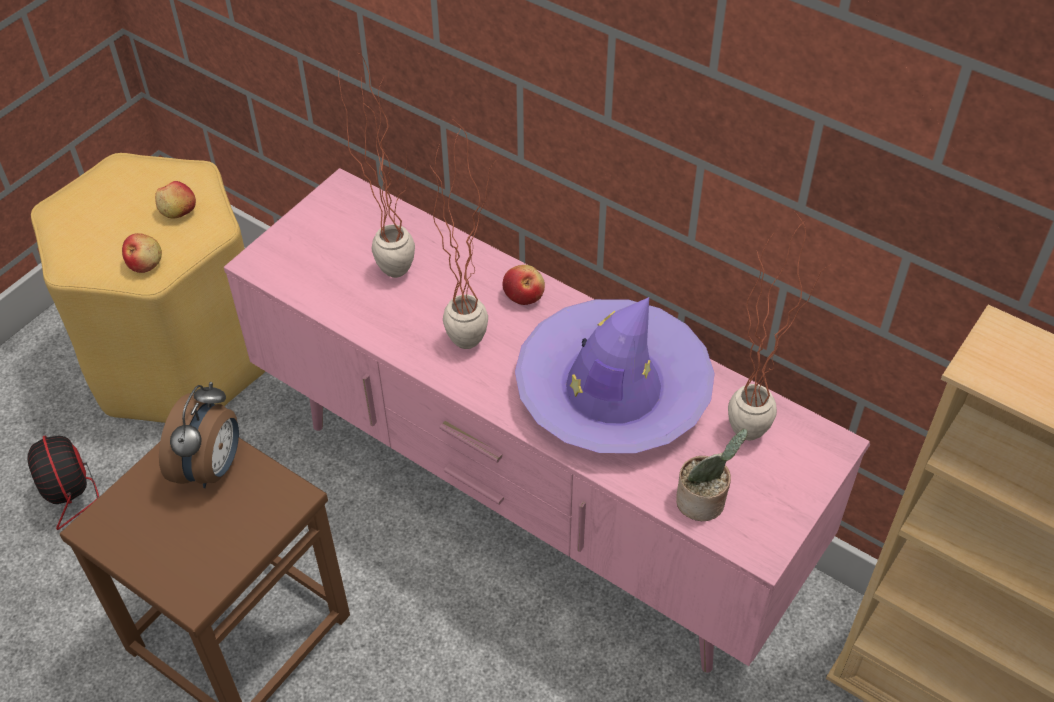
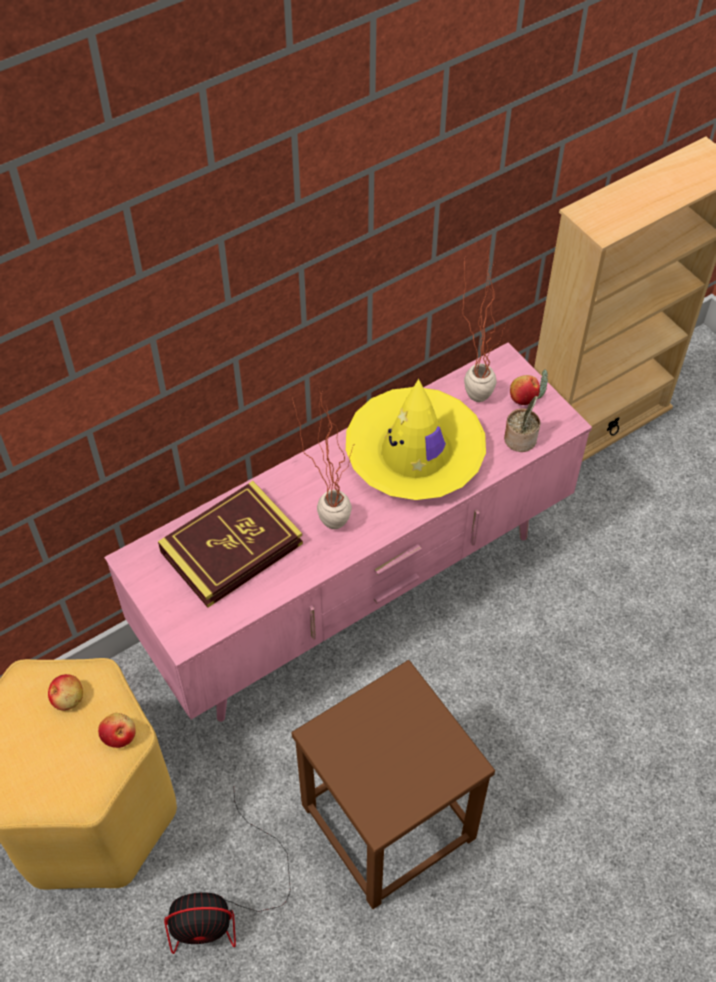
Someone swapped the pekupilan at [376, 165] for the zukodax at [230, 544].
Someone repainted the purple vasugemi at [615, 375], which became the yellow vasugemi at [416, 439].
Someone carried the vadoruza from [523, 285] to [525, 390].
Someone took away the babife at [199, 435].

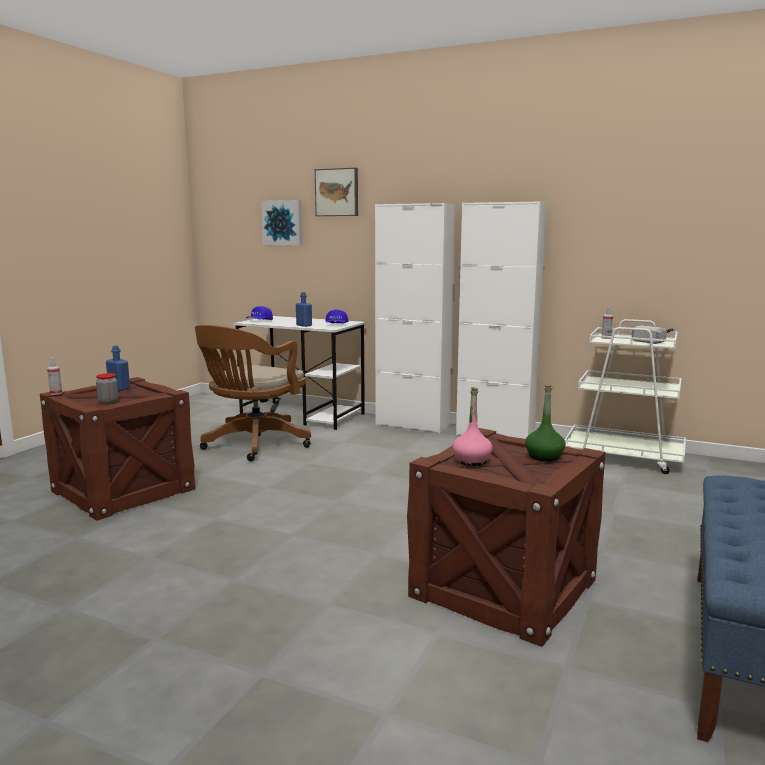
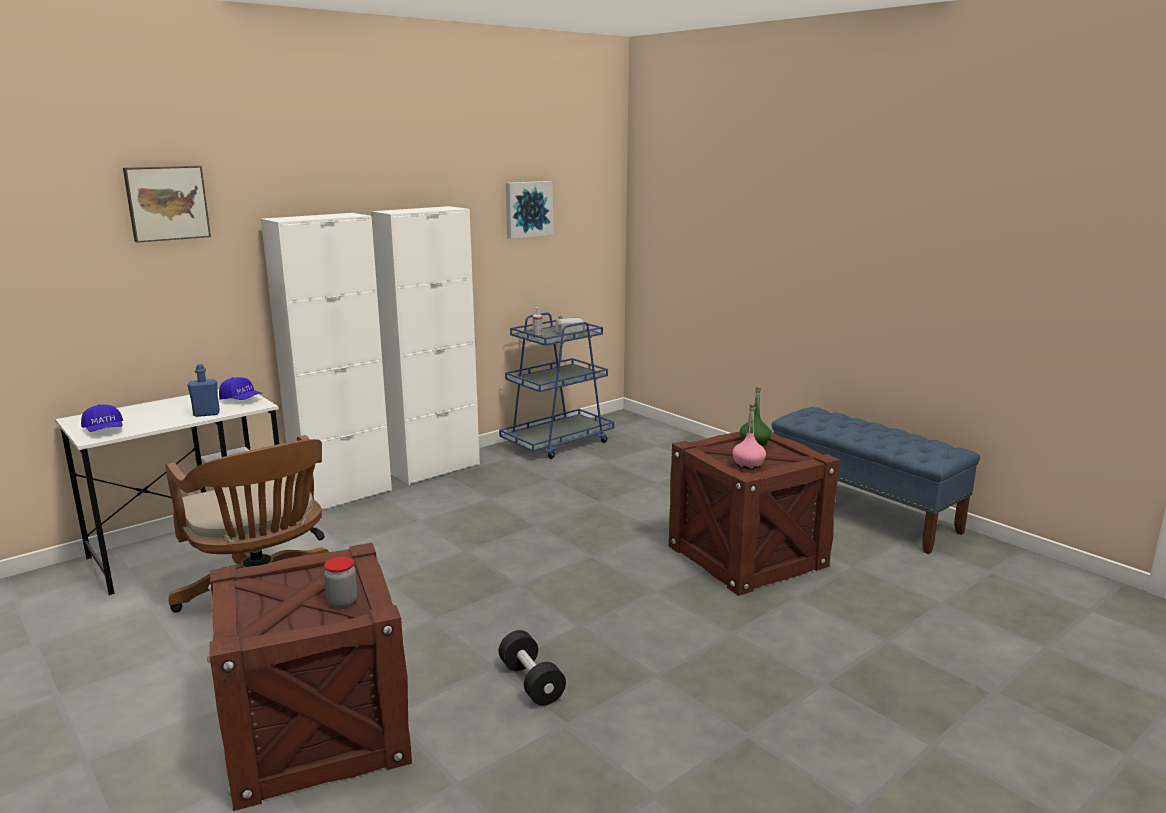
Someone repainted the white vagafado at [625, 396], which became the blue vagafado at [556, 385].
Someone put down the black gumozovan at [532, 668].
Someone carried the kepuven from [281, 223] to [529, 210].
Someone took away the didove at [54, 376].
Someone took away the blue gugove at [118, 368].

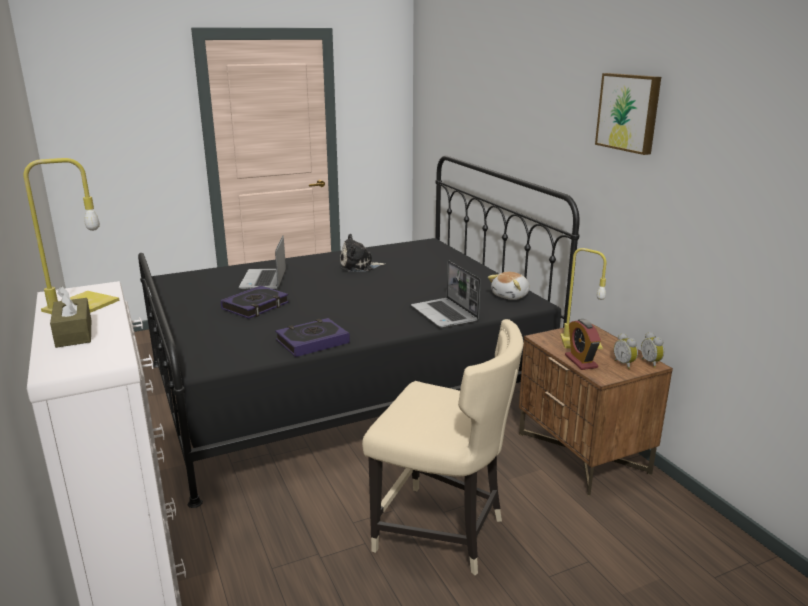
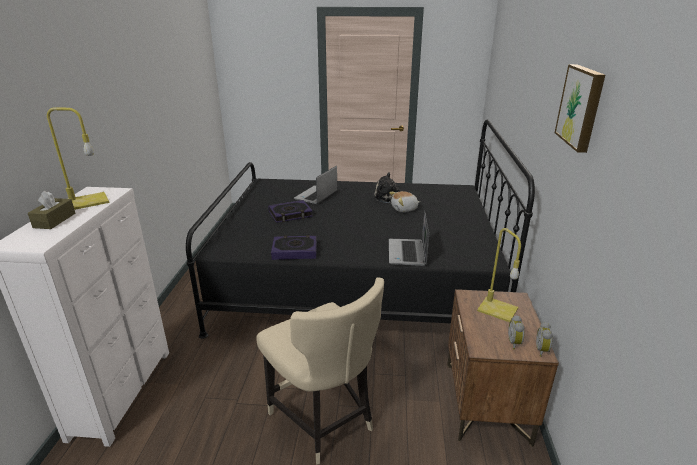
Someone carried the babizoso from [509, 286] to [404, 201].
Someone took away the babife at [583, 344].

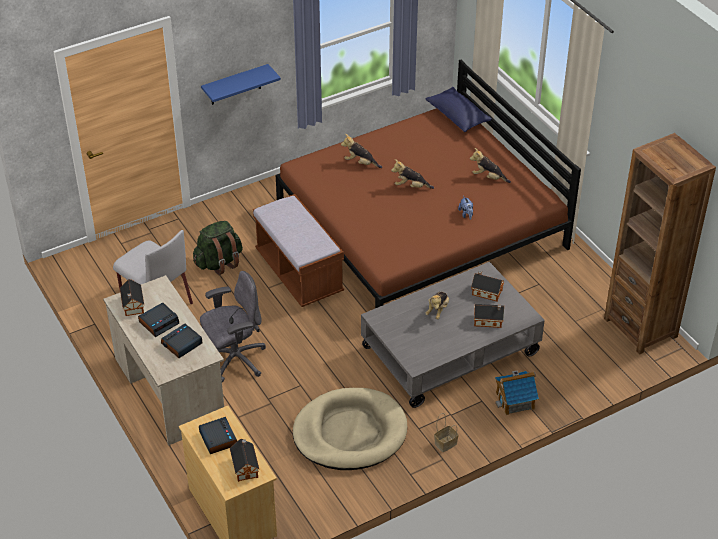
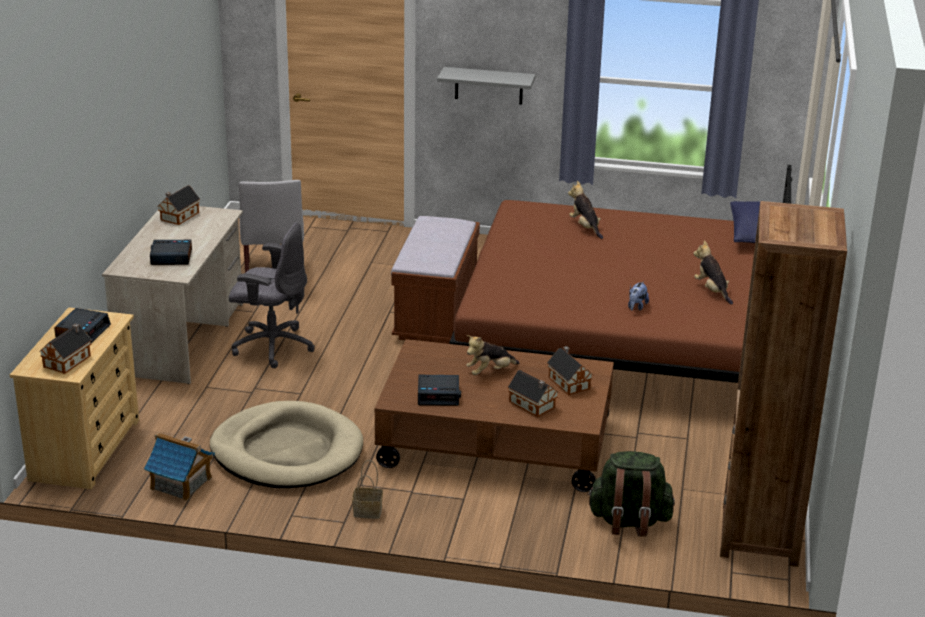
Someone carried the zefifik from [517, 393] to [179, 467].
Someone repainted the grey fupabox at [453, 335], which became the brown fupabox at [494, 415].
Someone carried the babife from [158, 319] to [439, 390].
Someone repainted the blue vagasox at [241, 84], which became the grey vagasox at [486, 86].
Someone carried the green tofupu from [218, 248] to [631, 494].
Someone took away the babizoso at [412, 174].

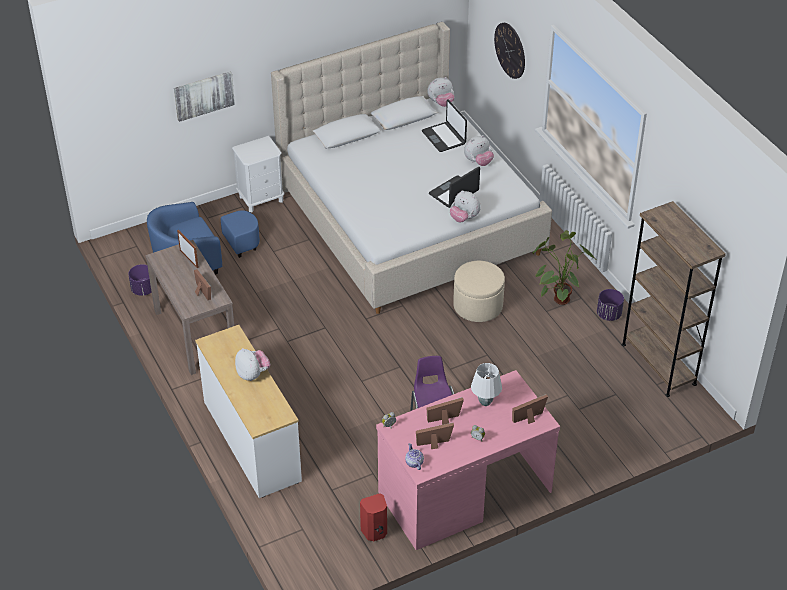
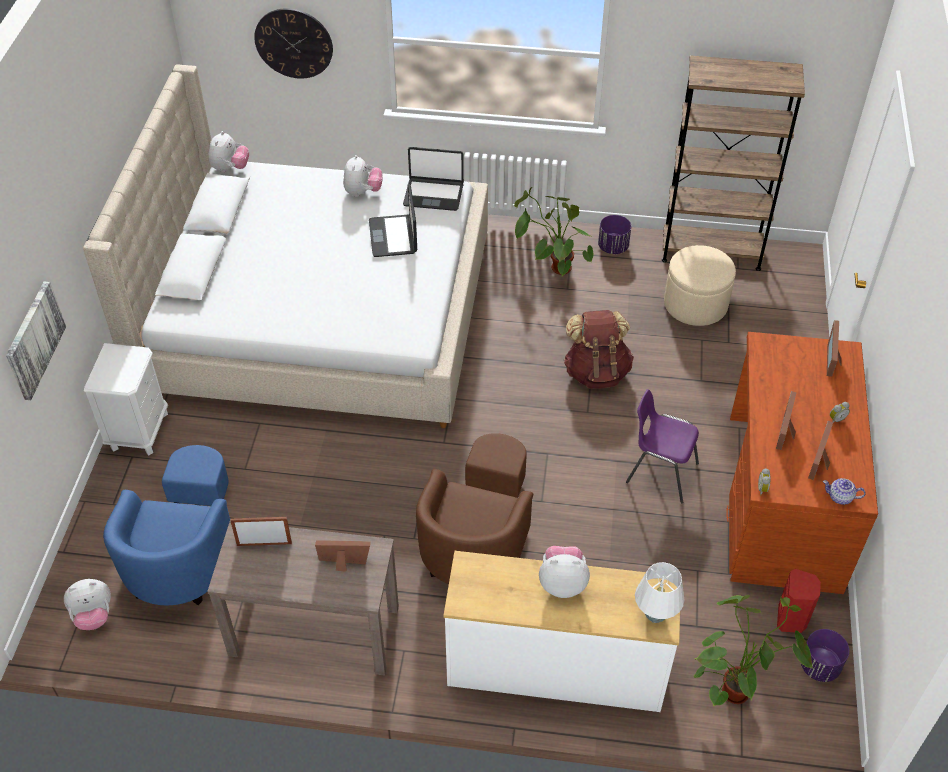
Someone carried the babizoso from [465, 206] to [87, 604].
Someone carried the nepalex from [444, 126] to [433, 179].
Someone put down the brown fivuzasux at [474, 508].
Someone put down the brown tofupu at [599, 349].
Someone carried the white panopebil from [486, 384] to [659, 592].
Someone carried the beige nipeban from [479, 291] to [700, 285].
Someone put down the pekupilan at [754, 650].
Someone repainted the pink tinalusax at [468, 460], which became the brown tinalusax at [802, 463].
Someone carried the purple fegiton from [140, 280] to [825, 655].

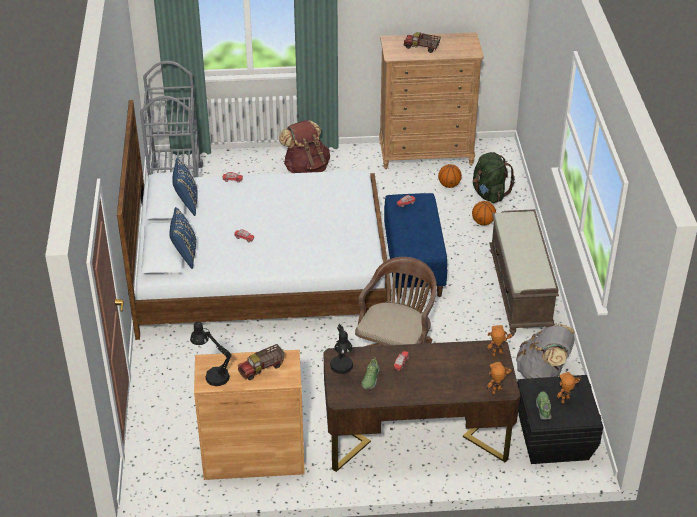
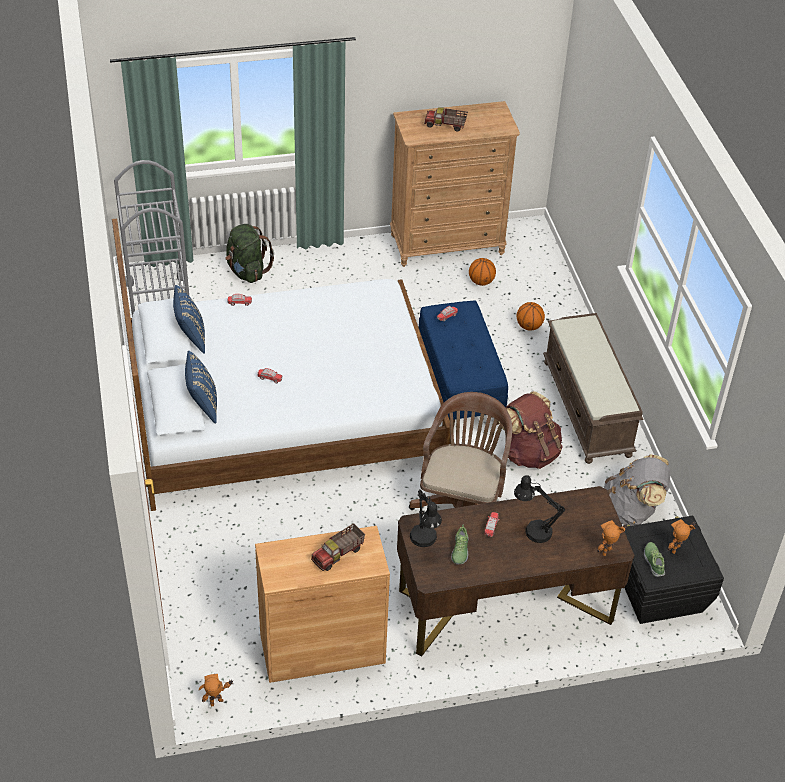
Someone carried the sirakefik from [501, 340] to [216, 690].
Someone carried the green tofupu from [494, 177] to [249, 253].
Someone carried the brown tofupu from [304, 146] to [530, 430].
Someone carried the black panopebil from [211, 354] to [539, 509].

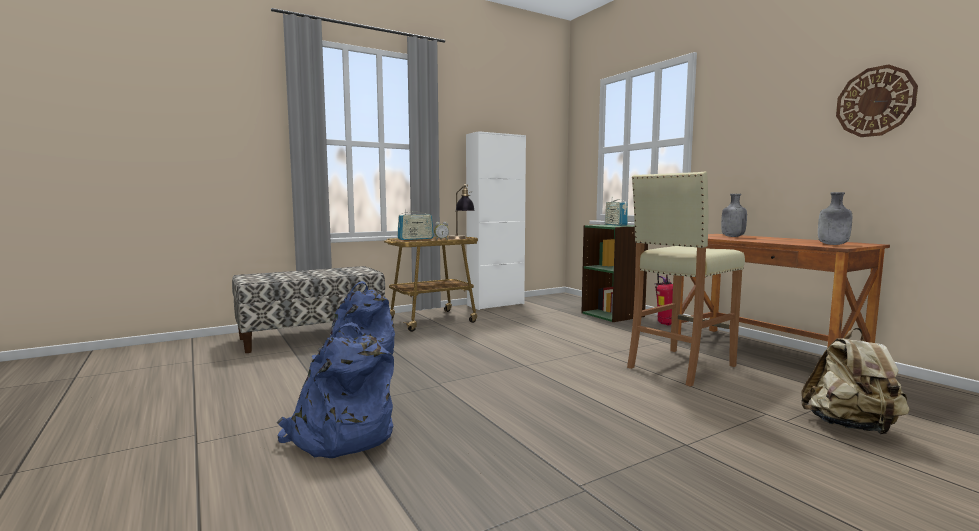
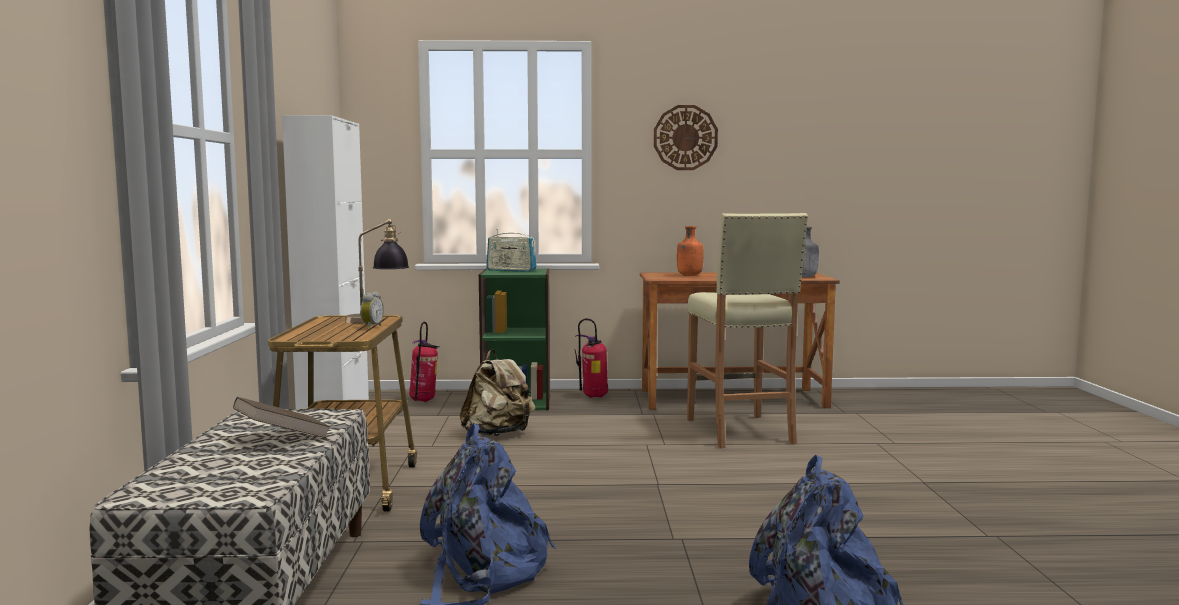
Someone put down the brown zukodax at [282, 417].
Someone put down the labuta at [424, 361].
Someone carried the beige tofupu from [856, 381] to [497, 392].
Someone carried the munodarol from [877, 100] to [686, 137].
Someone repainted the grey gugove at [734, 215], which became the orange gugove at [690, 251].
Someone took away the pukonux at [415, 224].

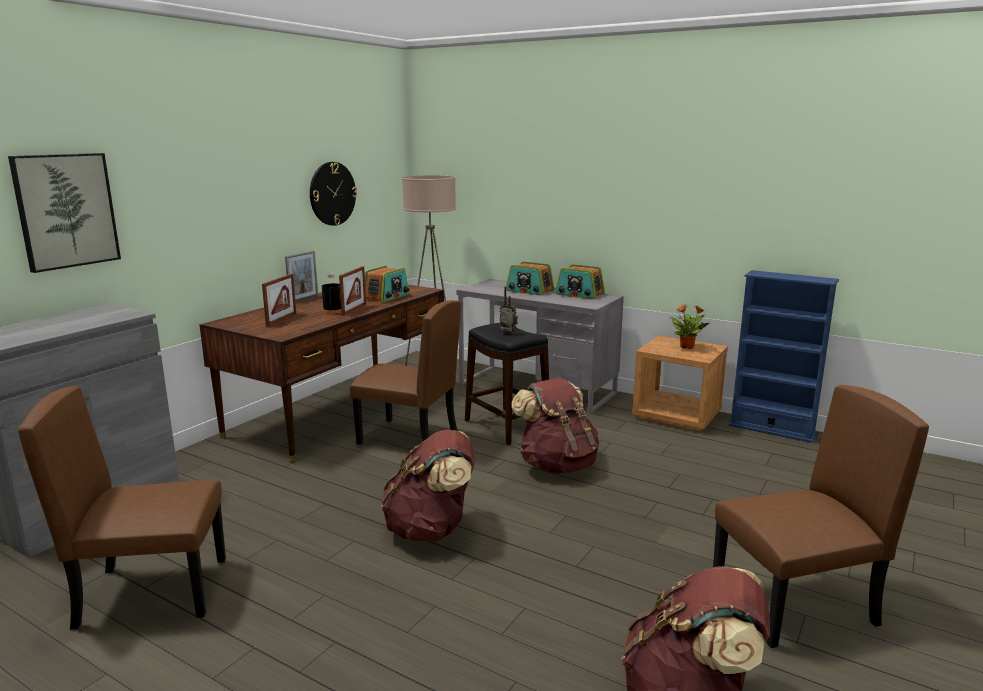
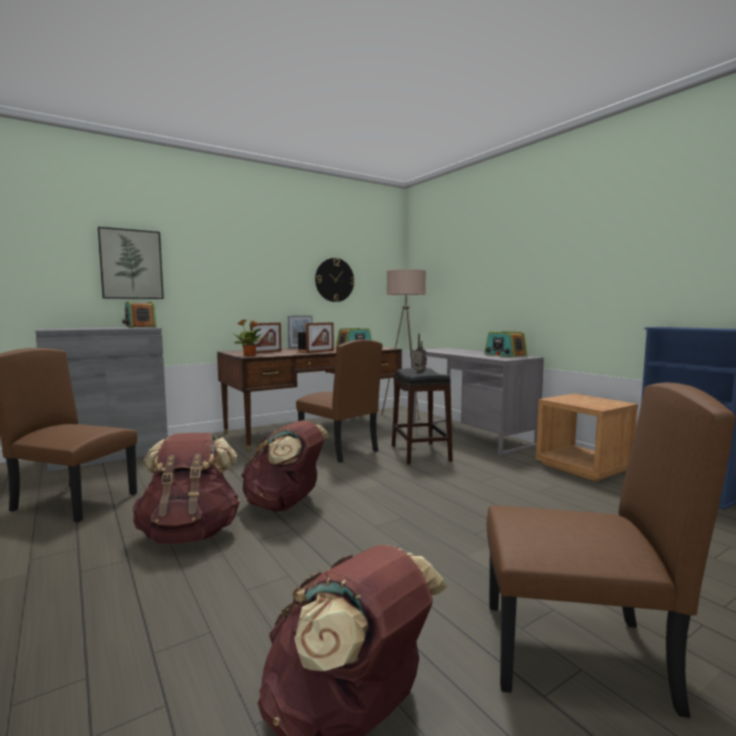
Someone carried the pukonux from [530, 278] to [139, 315].
Someone carried the brown tofupu from [555, 425] to [186, 488].
Someone carried the pekupilan from [689, 327] to [249, 337].

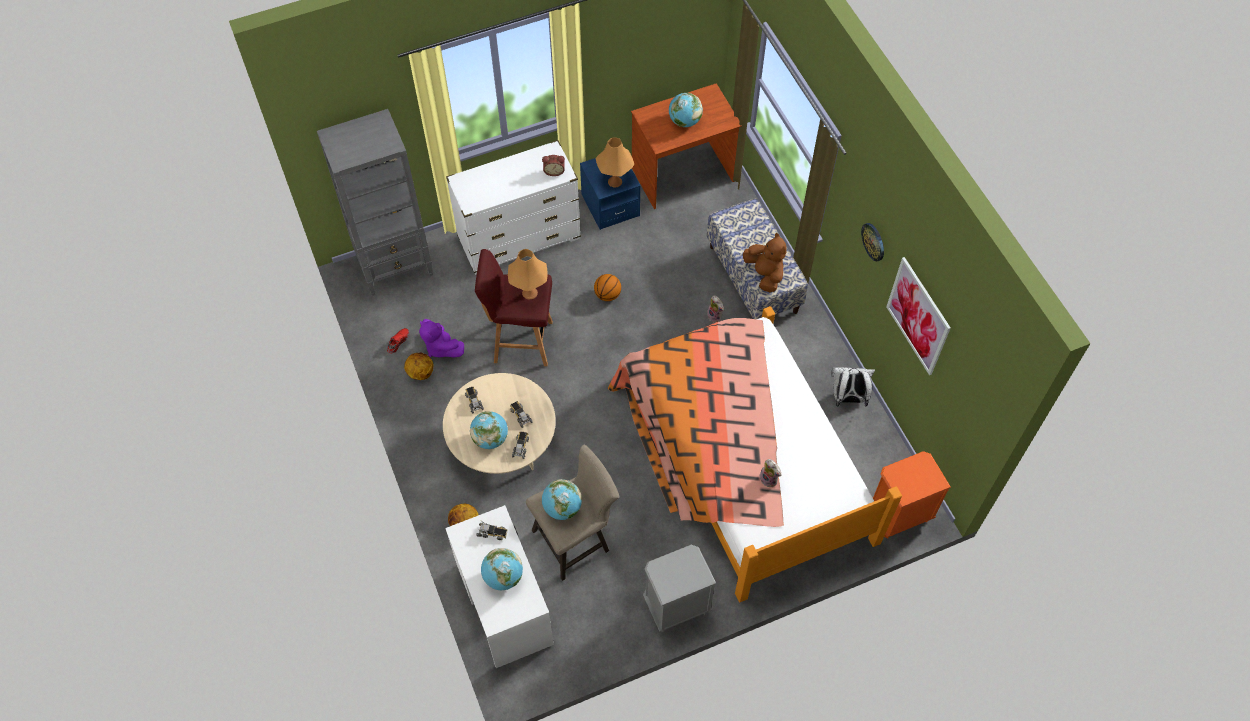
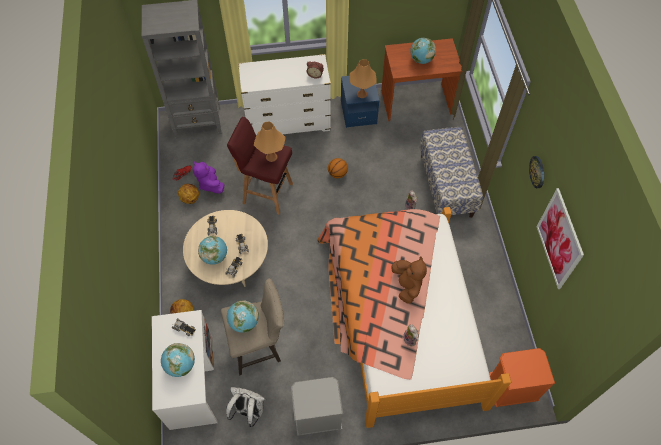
Someone carried the white tofupu from [853, 386] to [246, 407].
Someone carried the brown babizoso from [765, 262] to [409, 280].

